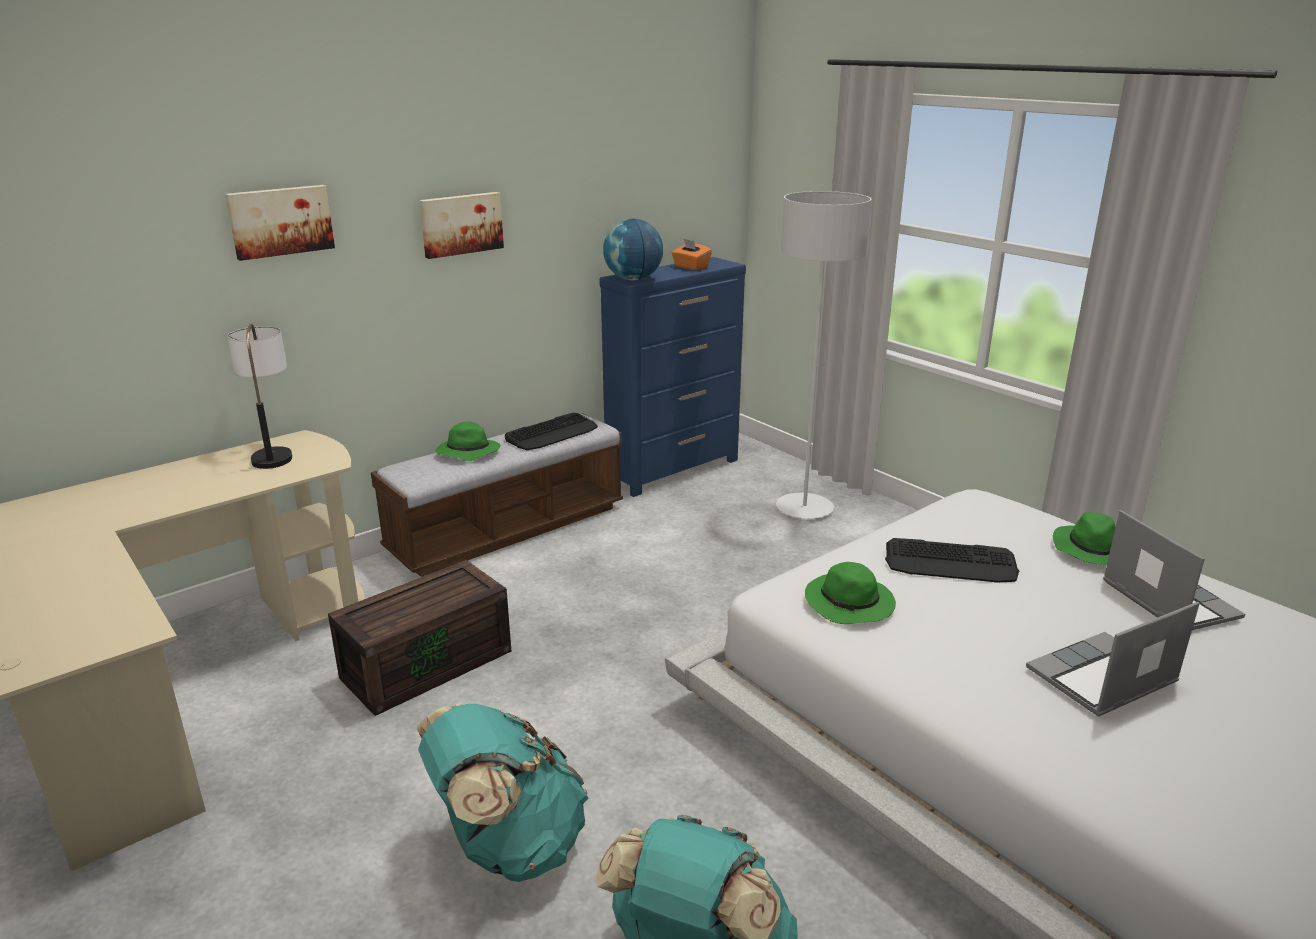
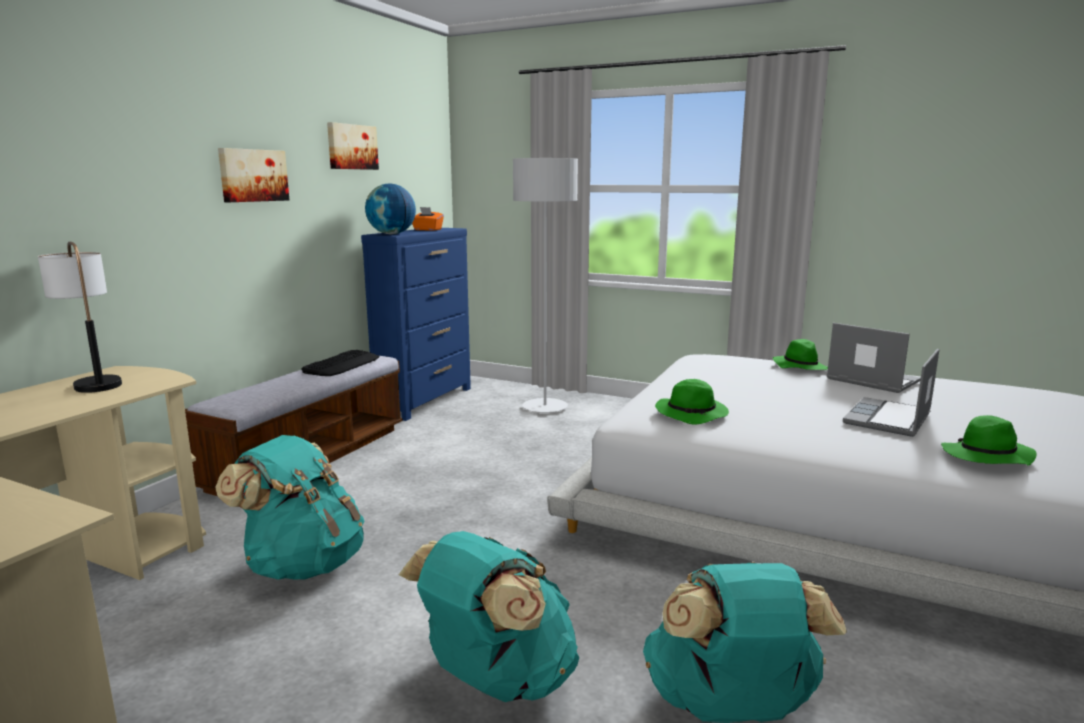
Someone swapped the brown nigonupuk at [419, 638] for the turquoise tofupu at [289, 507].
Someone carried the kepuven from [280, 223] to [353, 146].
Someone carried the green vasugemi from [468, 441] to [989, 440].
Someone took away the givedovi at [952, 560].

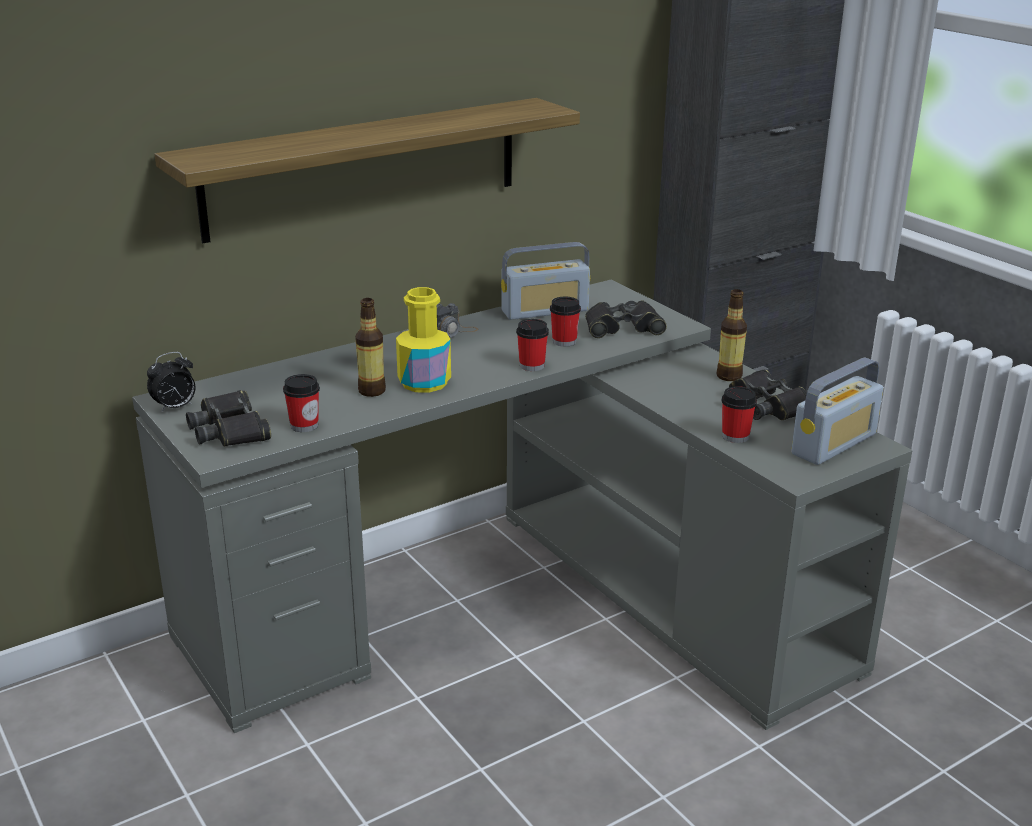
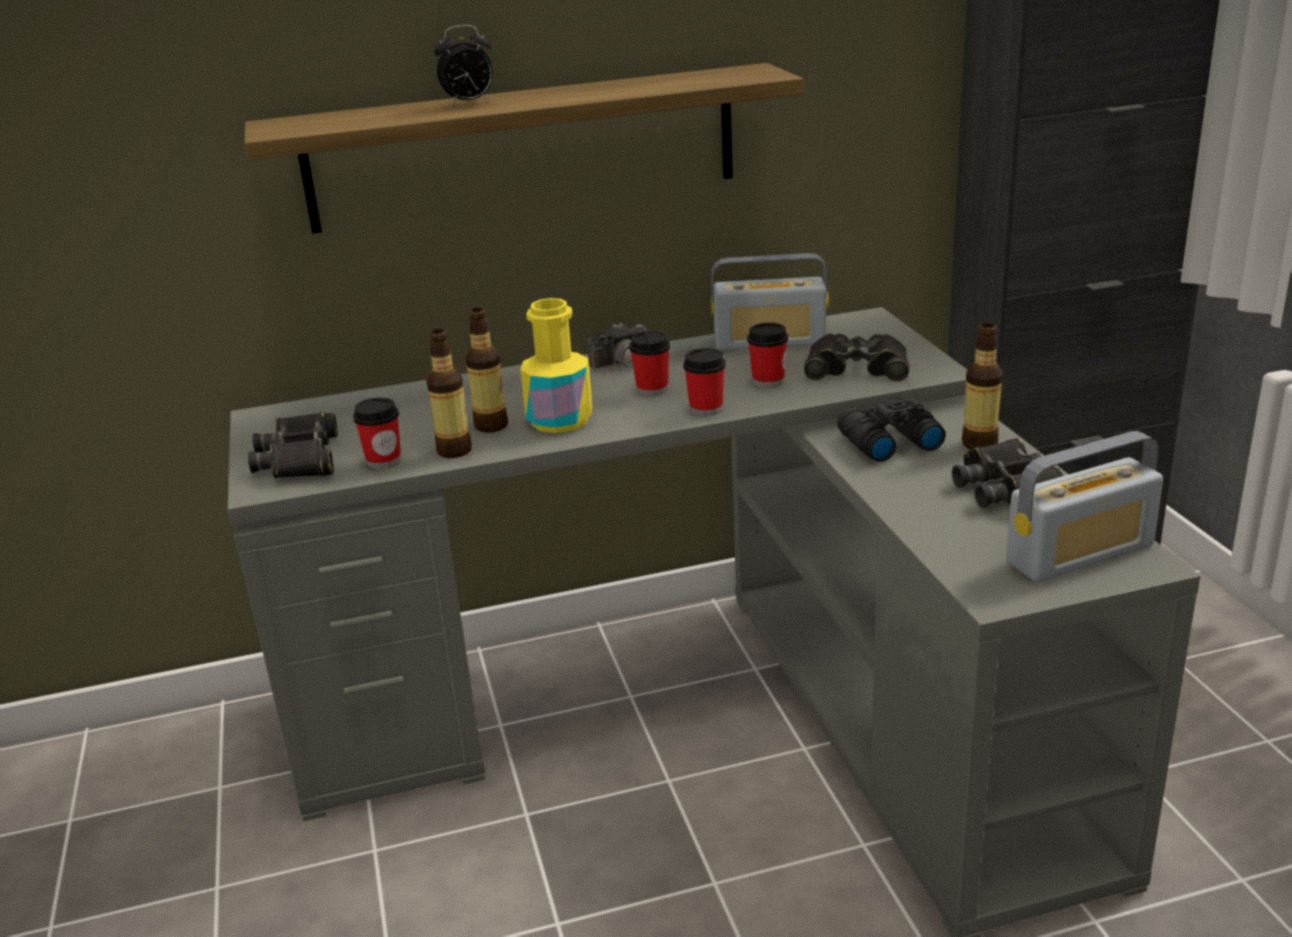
Someone put down the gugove at [449, 393].
Someone carried the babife from [171, 382] to [463, 65].
Someone carried the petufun from [739, 414] to [649, 363].
Someone put down the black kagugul at [891, 429].

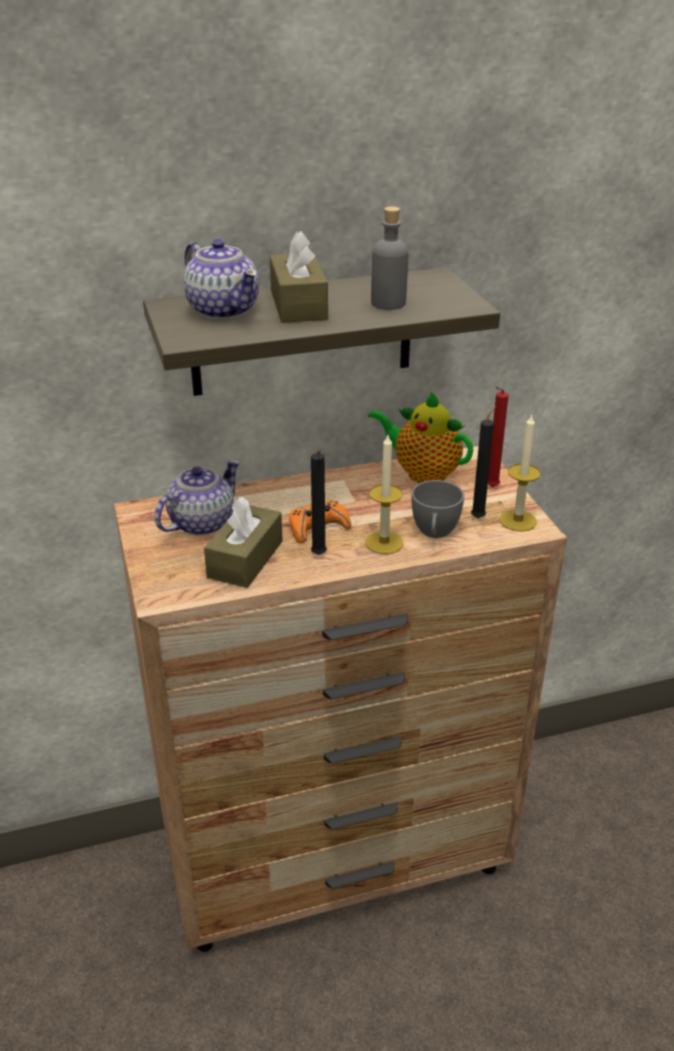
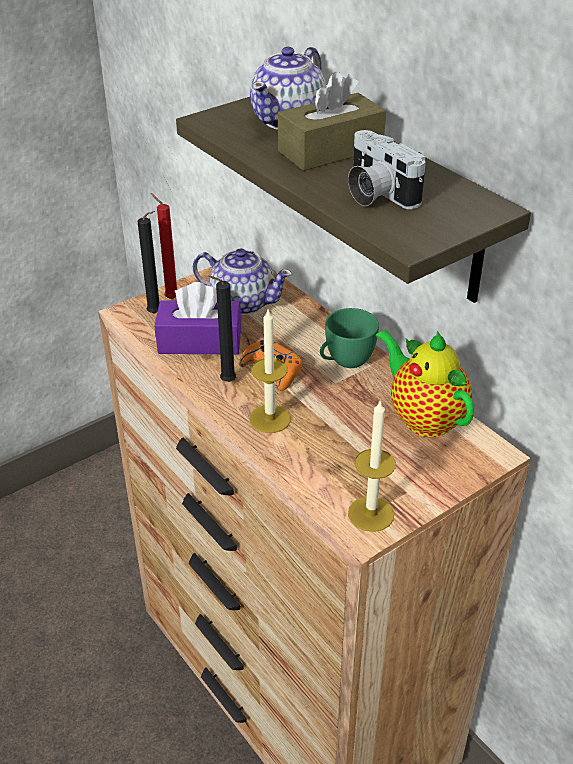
Someone carried the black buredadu from [483, 462] to [148, 262].
Someone carried the red buredadu from [498, 437] to [164, 246].
Someone repainted the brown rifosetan at [243, 542], which became the purple rifosetan at [198, 318].
Someone put down the green petufun at [349, 338].
Someone swapped the grey gugove at [390, 258] for the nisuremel at [387, 169].
Someone rotated the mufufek at [420, 437] by 45 degrees counterclockwise.
Someone took away the grey petufun at [437, 509].

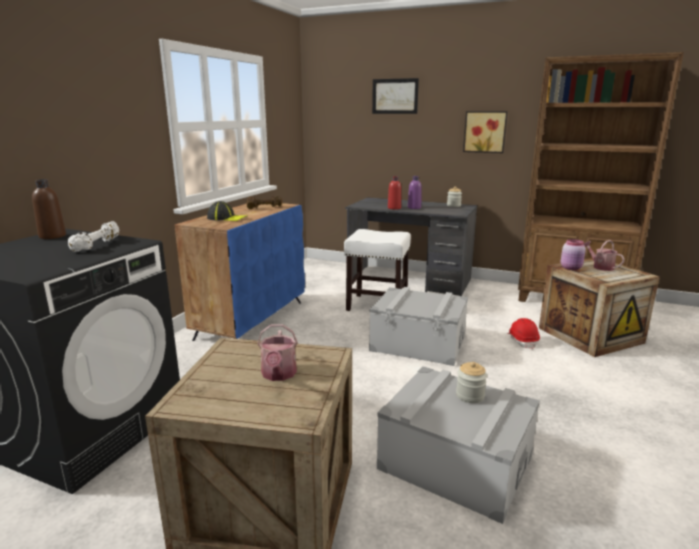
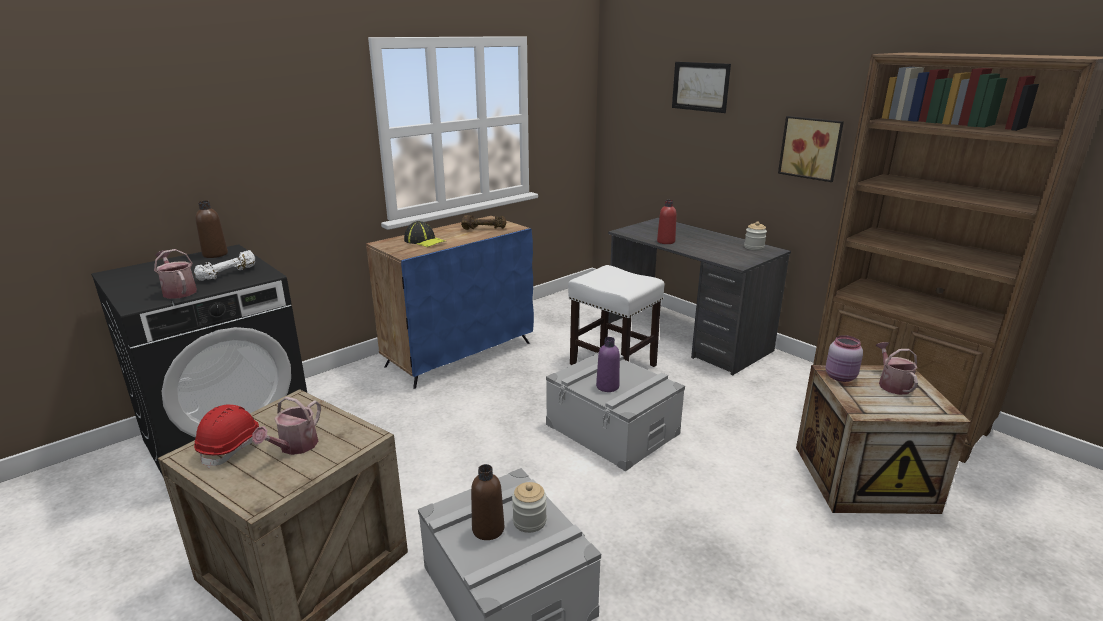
Someone put down the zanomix at [175, 274].
Someone carried the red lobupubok from [523, 334] to [226, 436].
Someone put down the brown gugove at [487, 502].
Someone carried the purple gugove from [415, 192] to [608, 364].

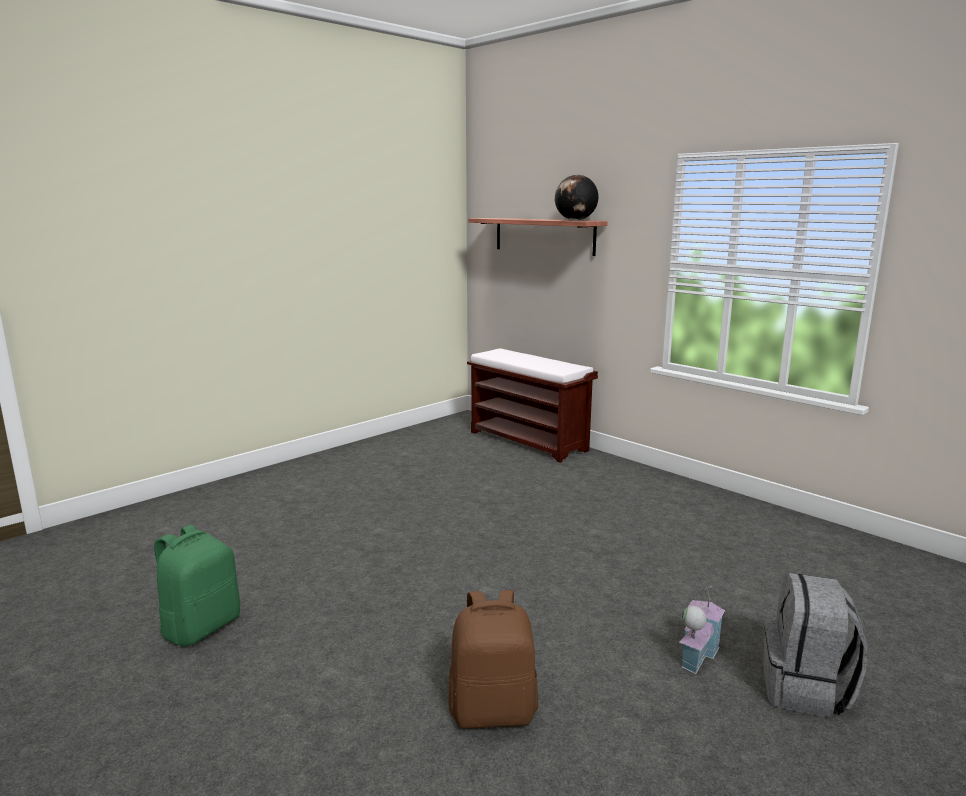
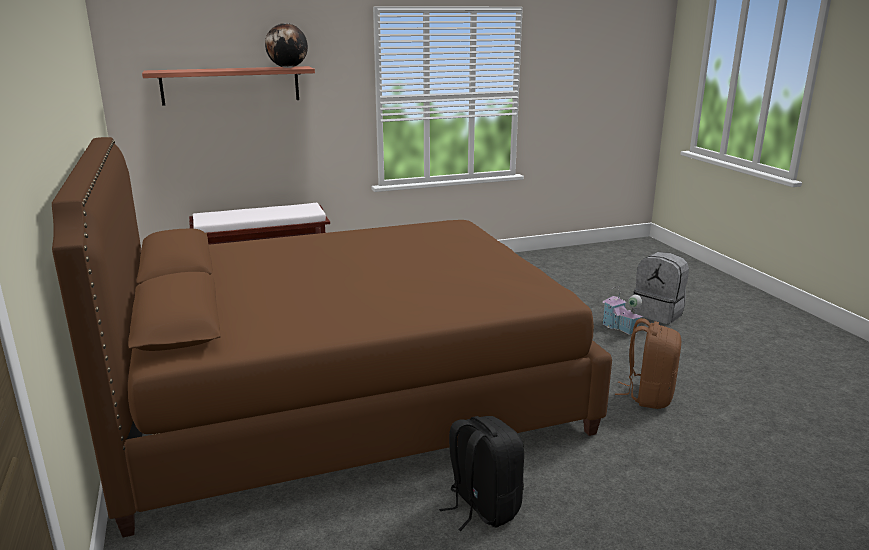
Someone put down the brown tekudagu at [332, 337].
Someone repainted the green tofupu at [197, 585], which became the black tofupu at [481, 473].

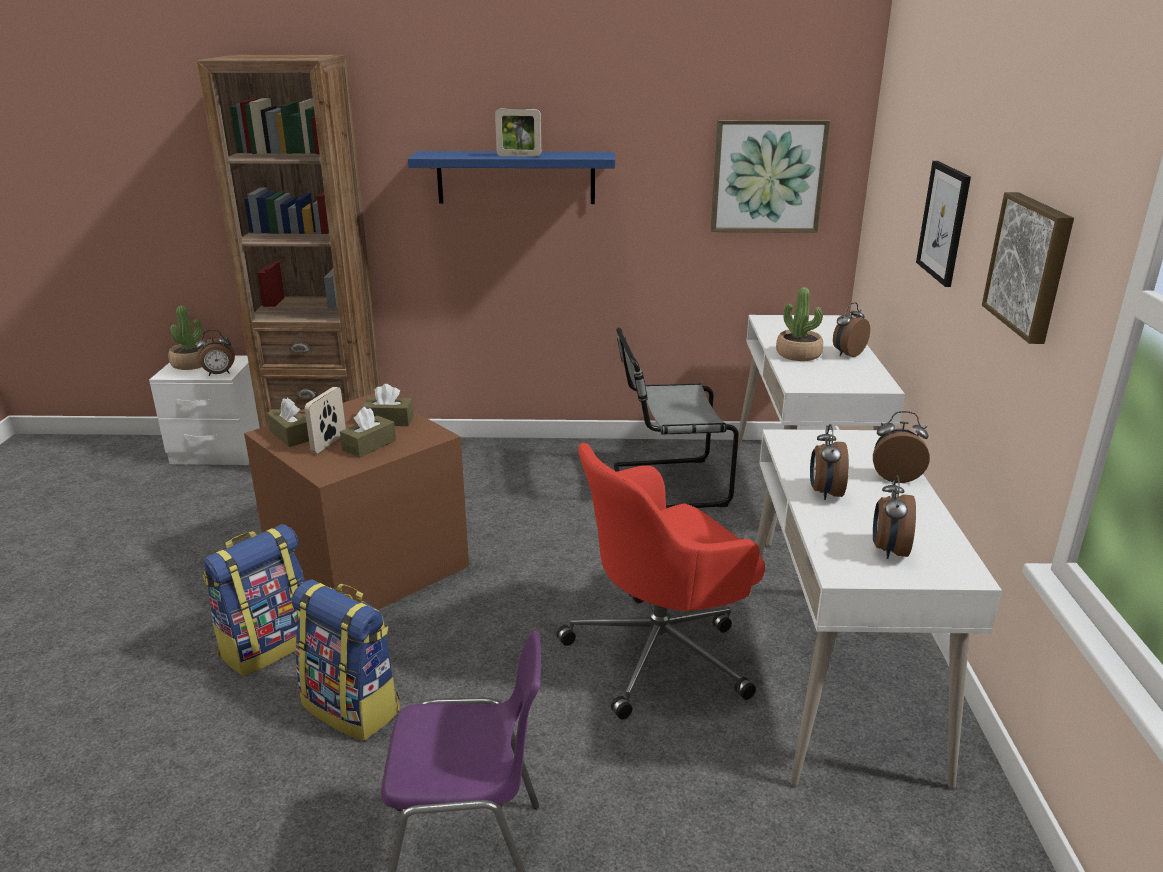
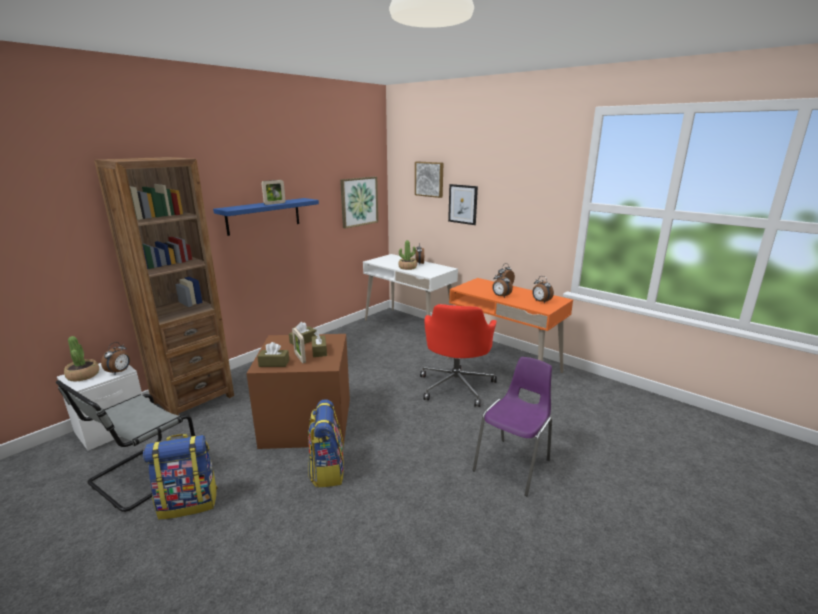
Someone carried the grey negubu from [676, 417] to [125, 446].
Someone carried the tofupu from [346, 660] to [180, 476].
Someone carried the kepuven from [1028, 268] to [429, 179].
Someone repainted the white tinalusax at [874, 609], which became the orange tinalusax at [510, 325].

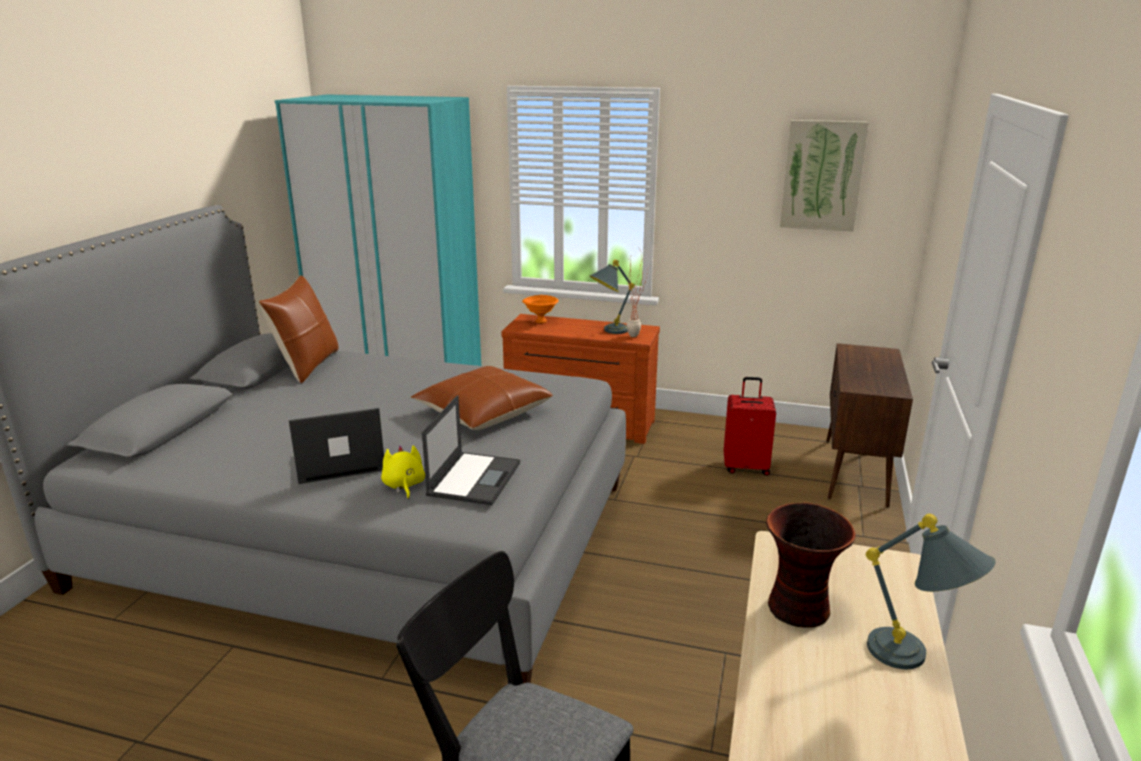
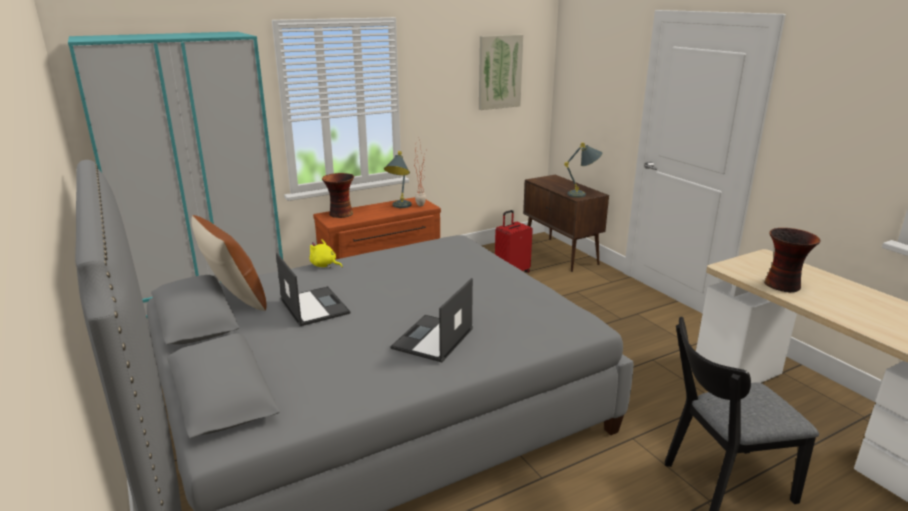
Someone carried the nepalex from [471, 450] to [313, 289].
Someone carried the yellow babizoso from [403, 472] to [326, 253].
Someone swapped the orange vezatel at [540, 309] for the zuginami at [338, 195].
Someone carried the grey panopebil from [931, 591] to [583, 170].
Someone took away the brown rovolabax at [482, 398].

